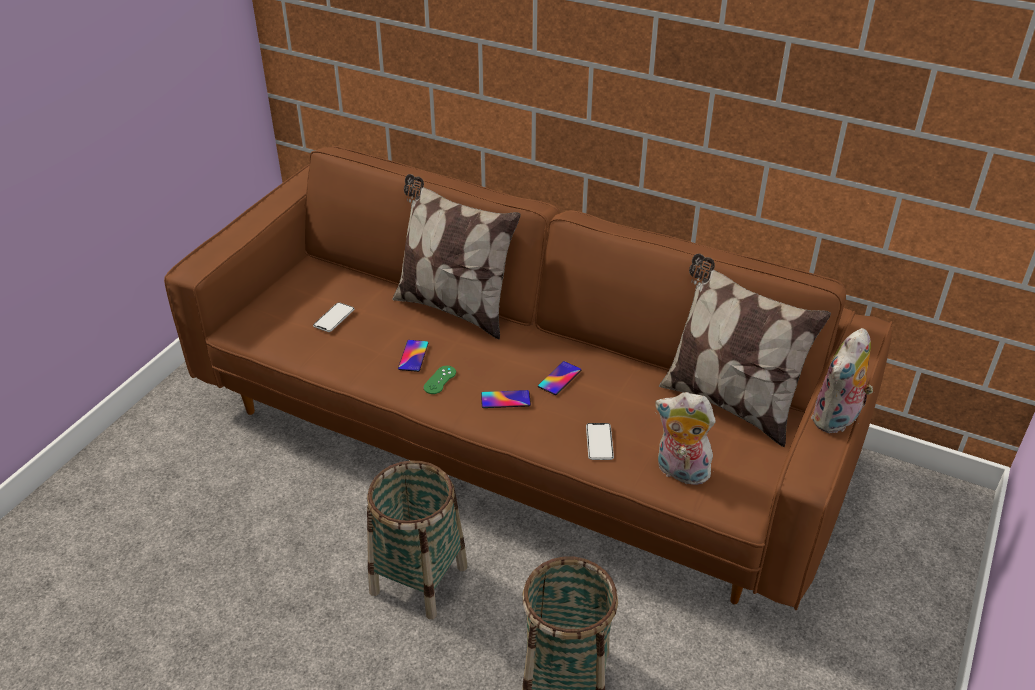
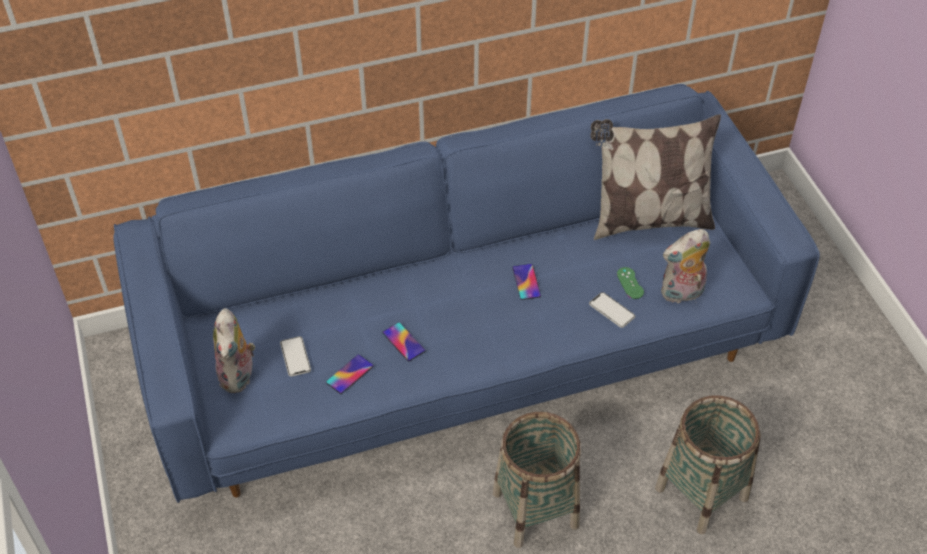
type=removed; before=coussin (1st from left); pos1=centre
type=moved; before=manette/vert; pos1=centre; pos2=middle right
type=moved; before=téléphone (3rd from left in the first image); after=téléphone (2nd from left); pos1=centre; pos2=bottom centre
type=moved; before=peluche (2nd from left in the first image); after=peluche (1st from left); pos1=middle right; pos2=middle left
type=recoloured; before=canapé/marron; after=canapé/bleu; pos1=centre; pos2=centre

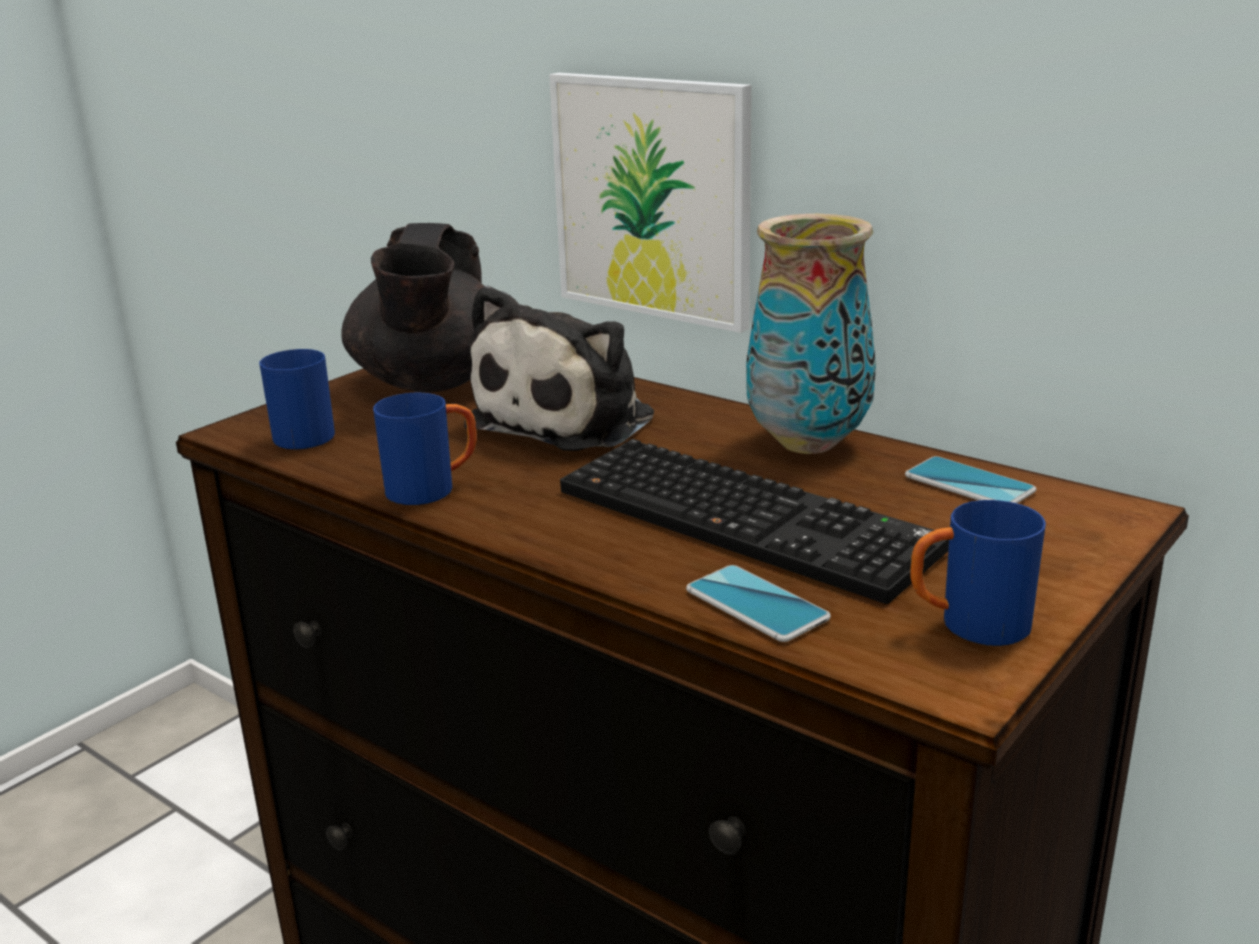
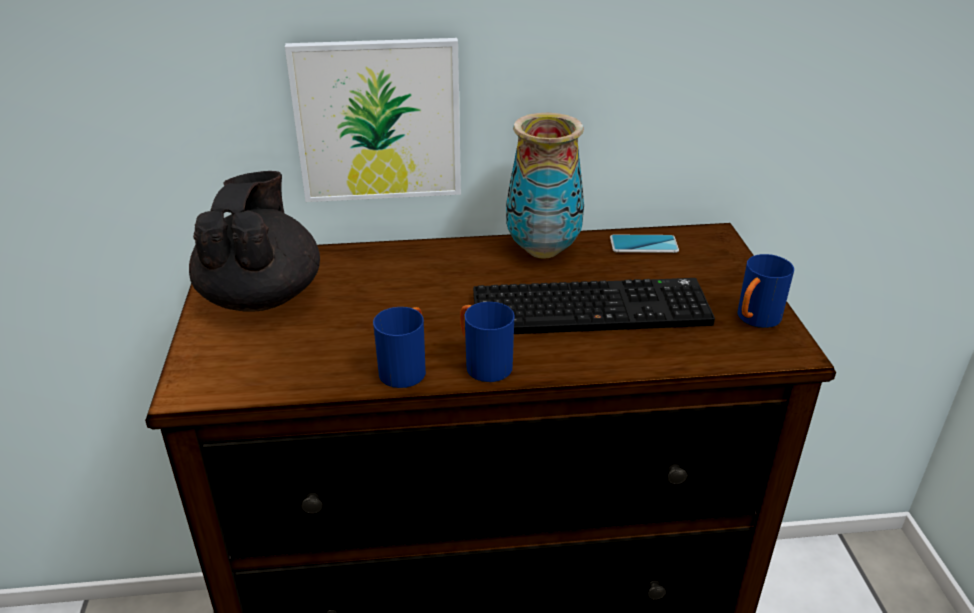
type=removed; before=peluche; pos1=centre
type=removed; before=téléphone (1st from left); pos1=centre
type=moved; before=mug/bleu (1st from left in the first image); after=mug/bleu (2nd from left); pos1=middle left; pos2=centre
type=turned; before=théière/noir; pos1=top left; pos2=middle left; turn=-135

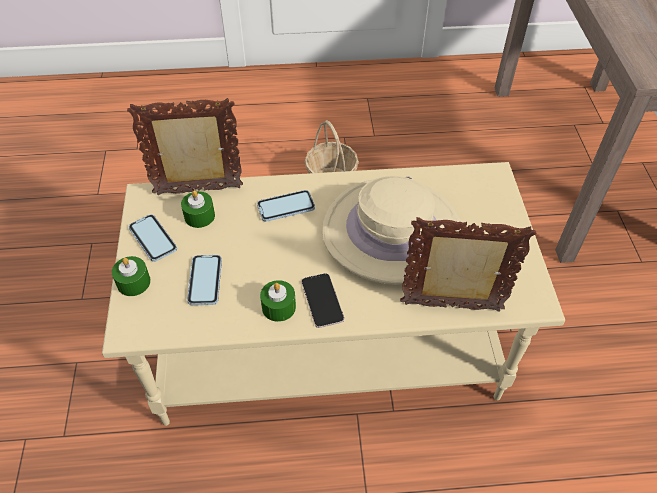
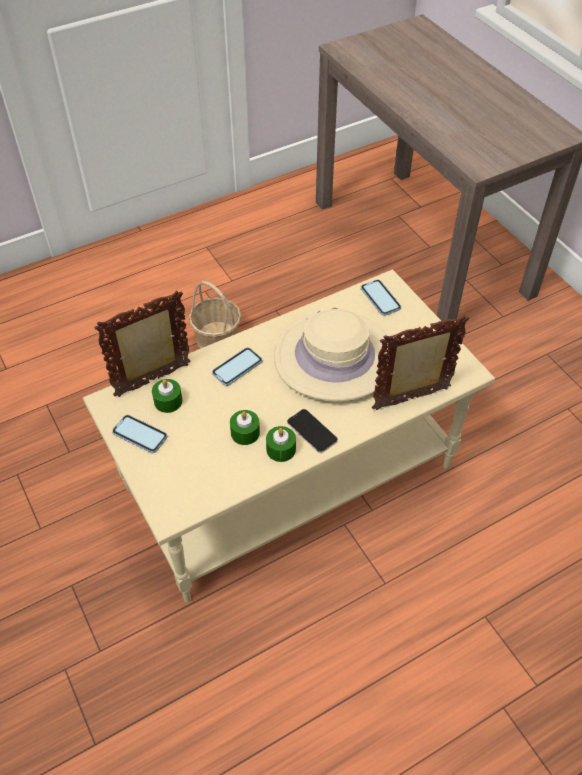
type=moved; before=bougie/vert (1st from left in the first image); after=bougie/vert (2nd from left); pos1=middle left; pos2=centre
type=moved; before=téléphone (2nd from left in the first image); after=téléphone (4th from left); pos1=middle left; pos2=centre

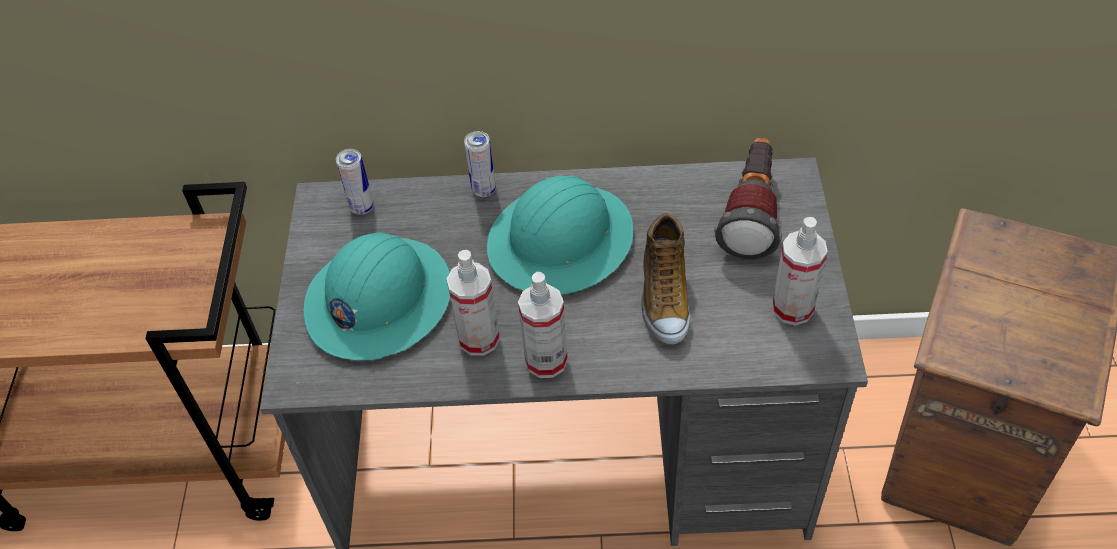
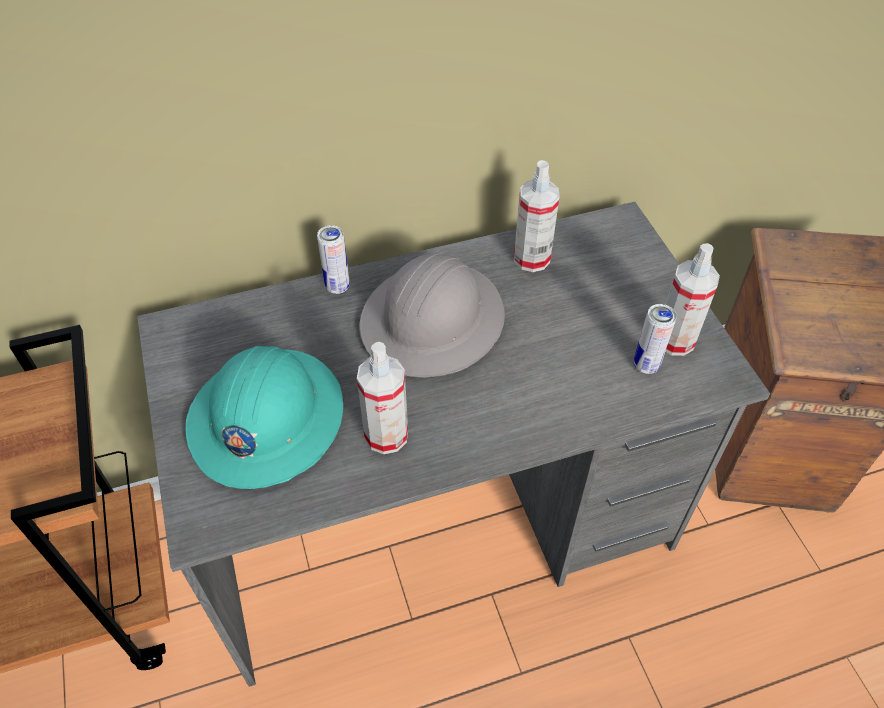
type=removed; before=chaussure; pos1=centre
type=removed; before=lampe de poche; pos1=middle right
type=moved; before=boîte métallique (1st from left in the first image); after=boîte métallique (2nd from left); pos1=top left; pos2=middle right
type=moved; before=vaporisateur (2nd from left); pos1=centre; pos2=top centre
type=recoloured; before=casque de chantier/turquoise (2nd from left); after=casque de chantier/gris; pos1=centre; pos2=centre

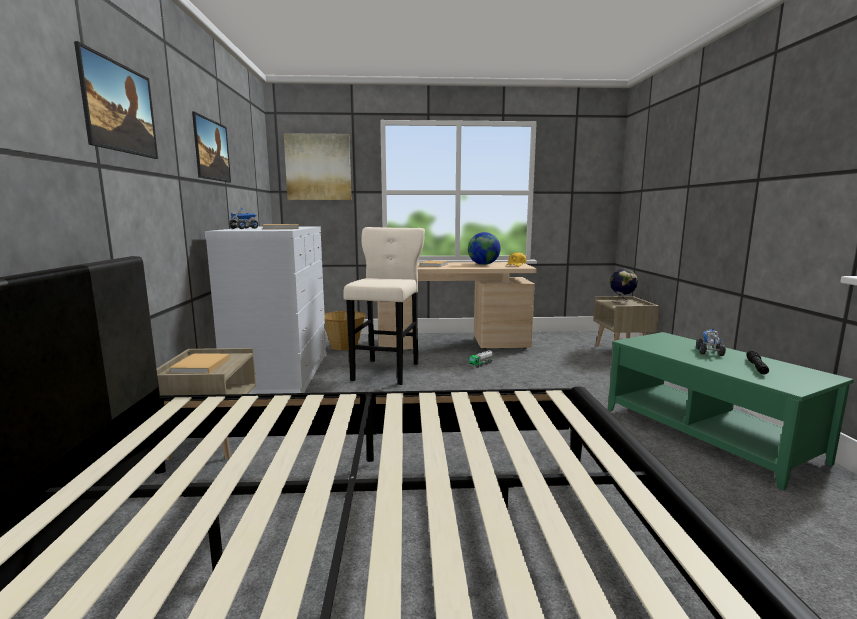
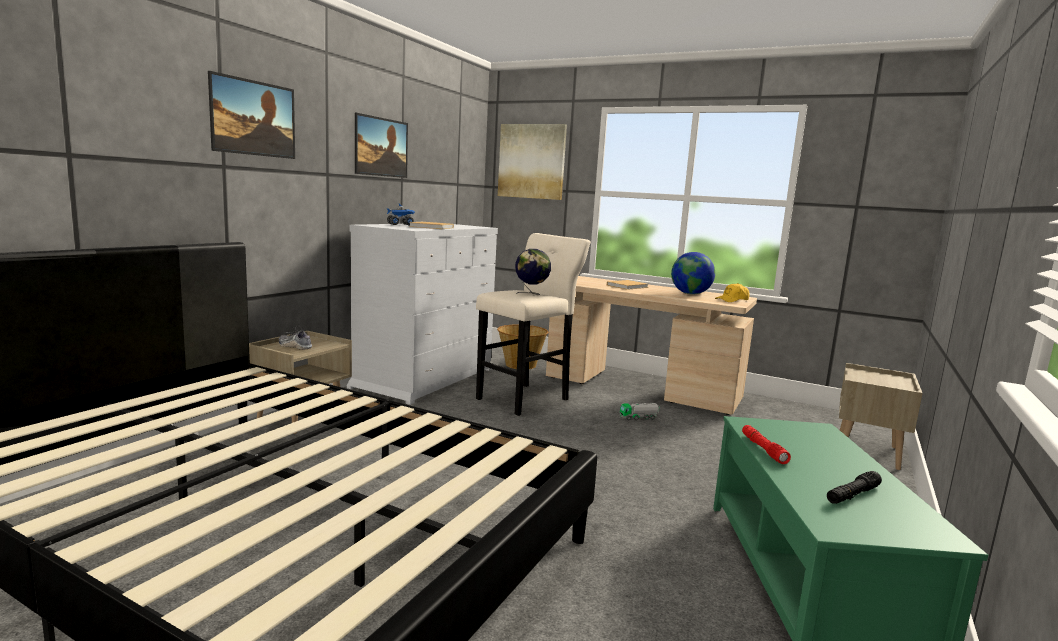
type=removed; before=camion jouet (3rd from left); pos1=middle right
type=added; after=lampe de poche/rouge; pos2=bottom right
type=moved; before=globe (2nd from left in the first image); after=globe (1st from left); pos1=middle right; pos2=centre
type=replaced; before=livre/beige (1st from left); after=chaussure; pos1=middle left; pos2=middle left

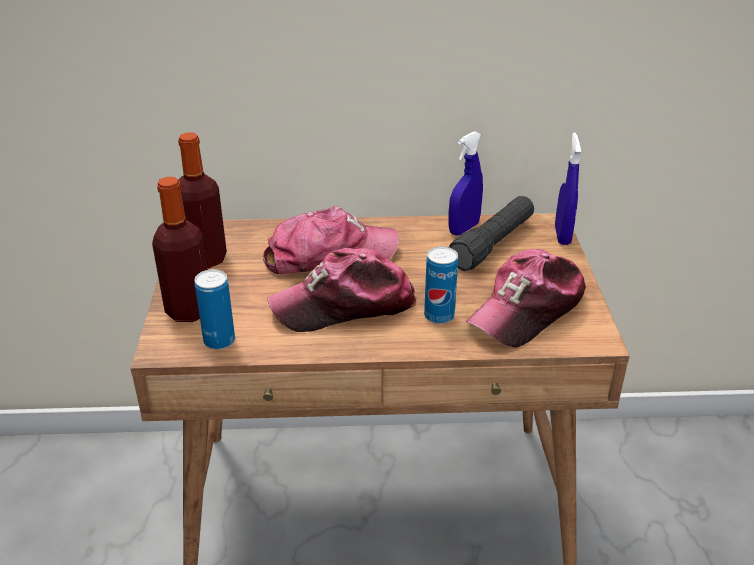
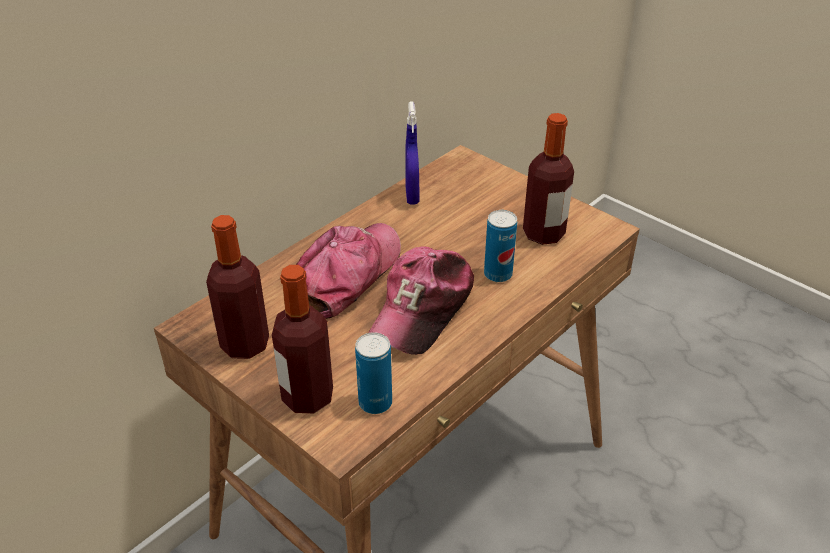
type=removed; before=lampe de poche/noir; pos1=centre
type=removed; before=vaporisateur/bleu (2nd from left); pos1=middle right
type=replaced; before=casquette (3rd from left); after=bouteille (3rd from left); pos1=middle right; pos2=top centre

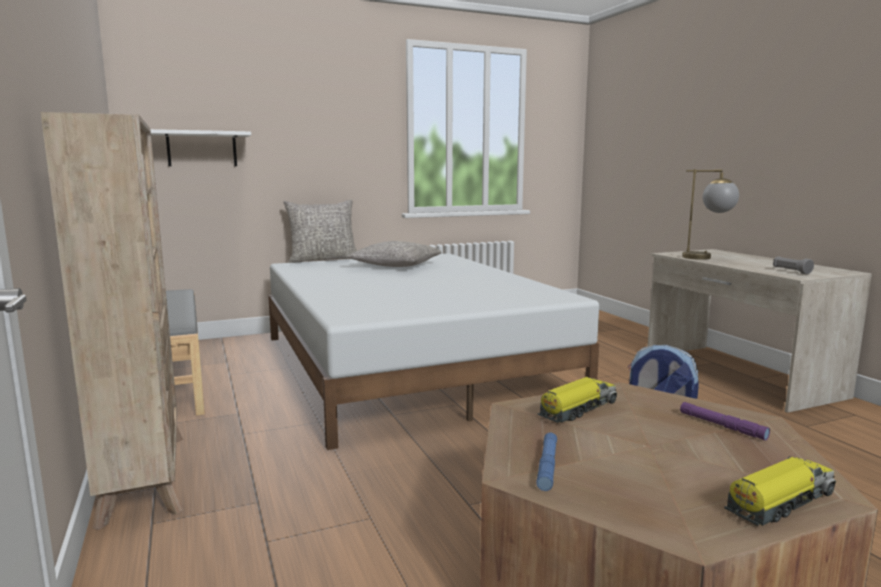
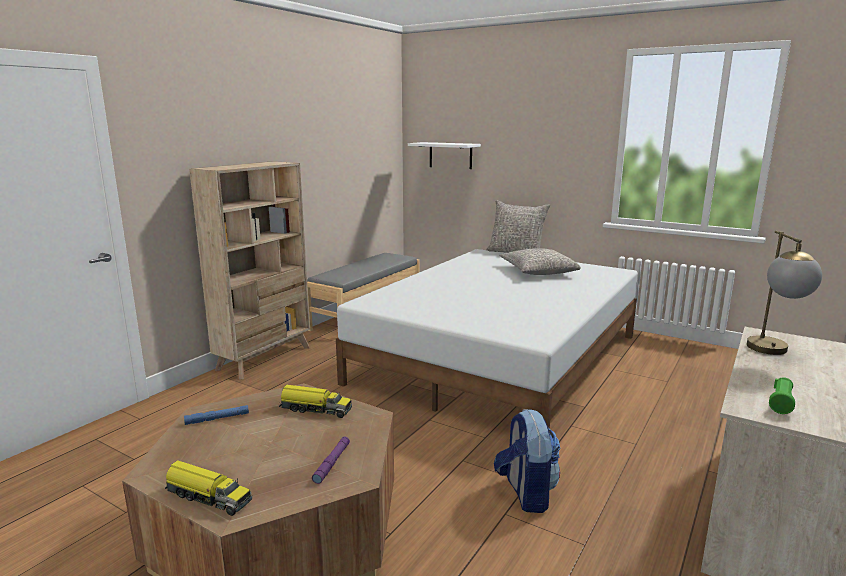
type=recoloured; before=lampe de poche/gris; after=lampe de poche/vert; pos1=middle right; pos2=bottom right

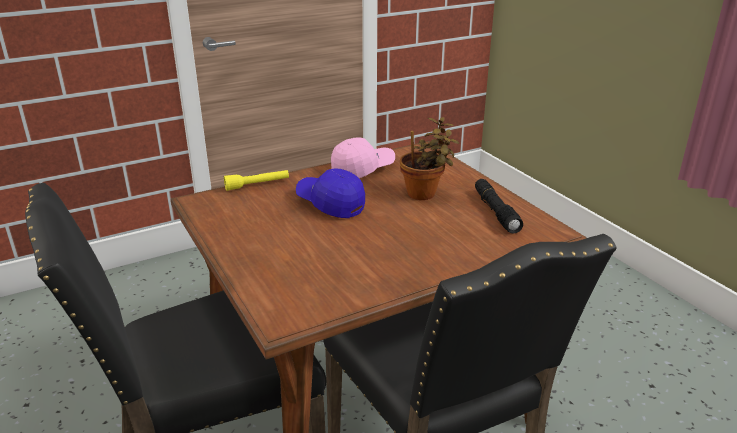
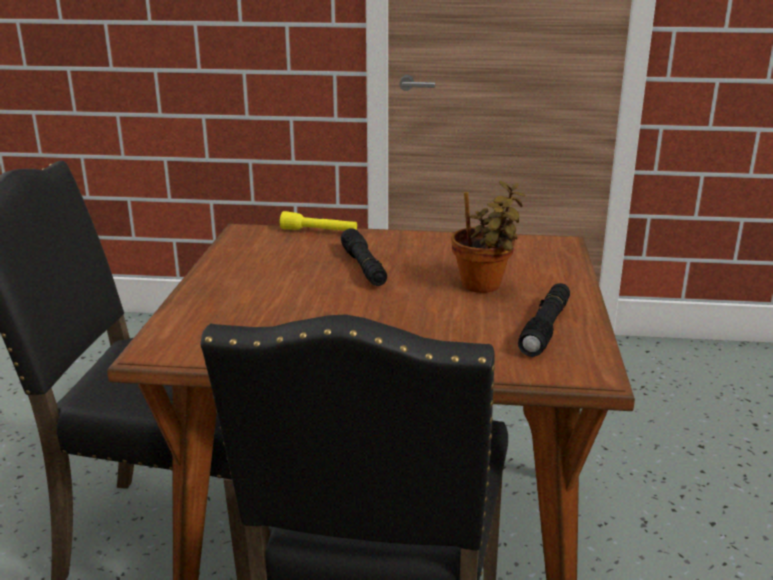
type=removed; before=casquette/rose; pos1=centre
type=replaced; before=casquette/bleu; after=lampe de poche/noir (1st from left); pos1=centre; pos2=centre

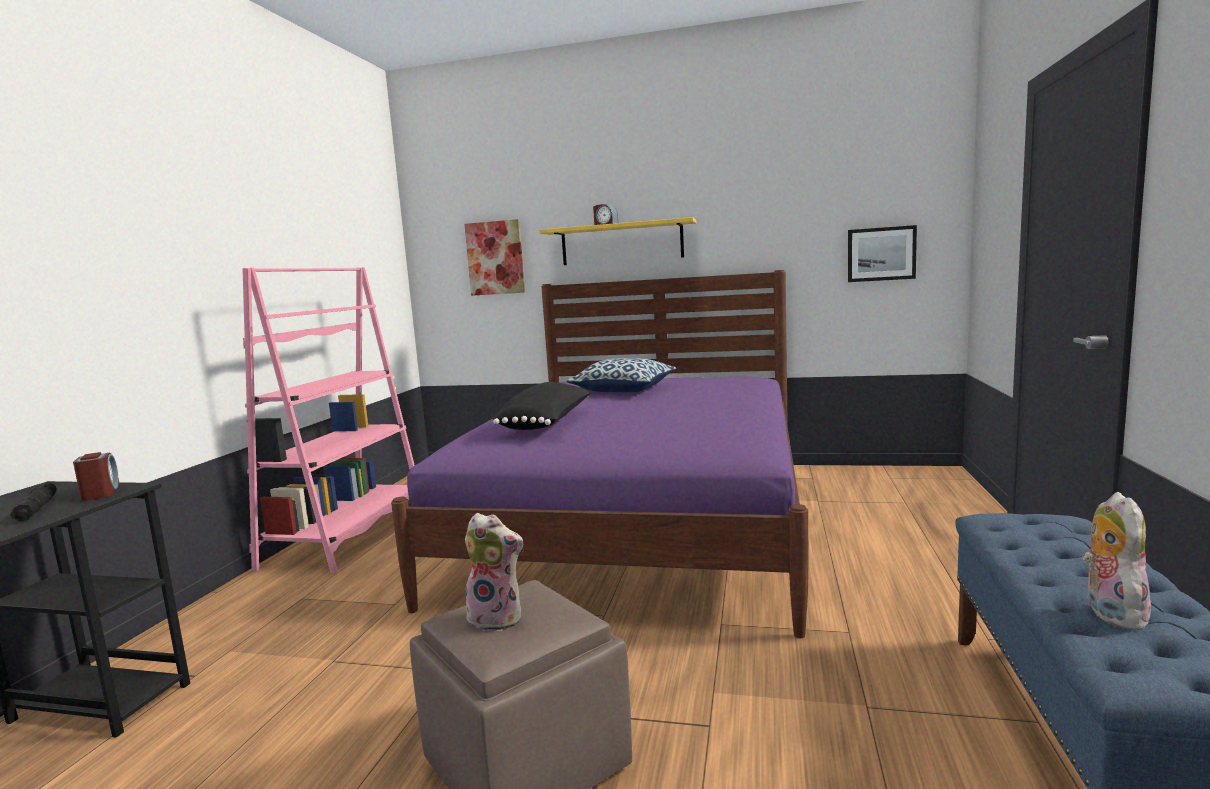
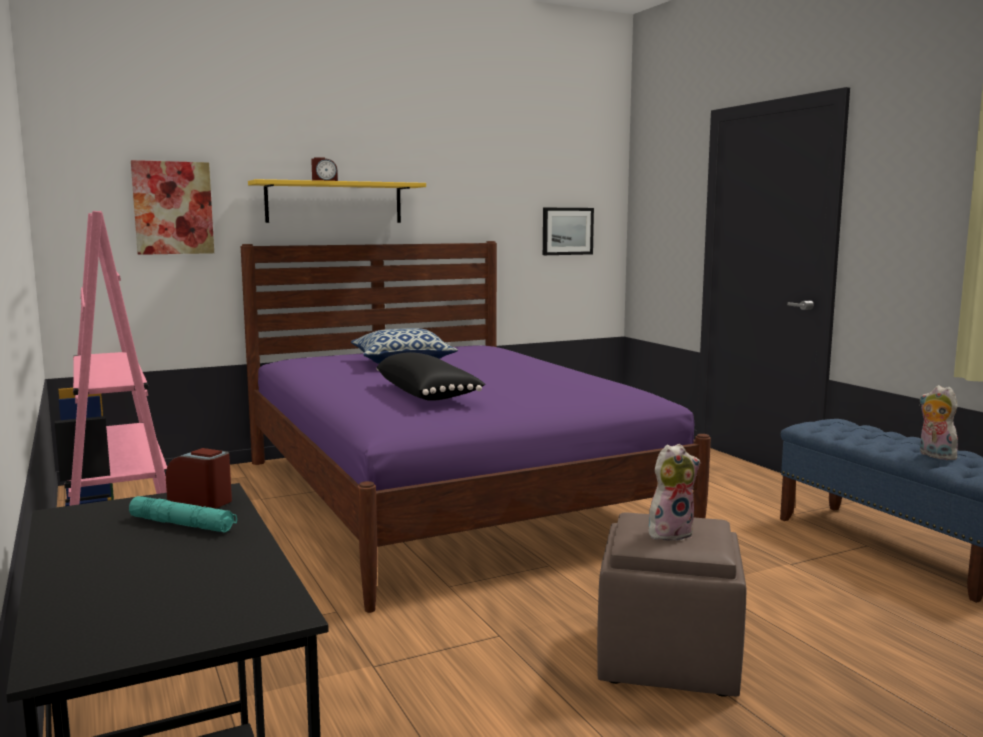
type=recoloured; before=lampe de poche/noir; after=lampe de poche/turquoise; pos1=middle left; pos2=bottom left

